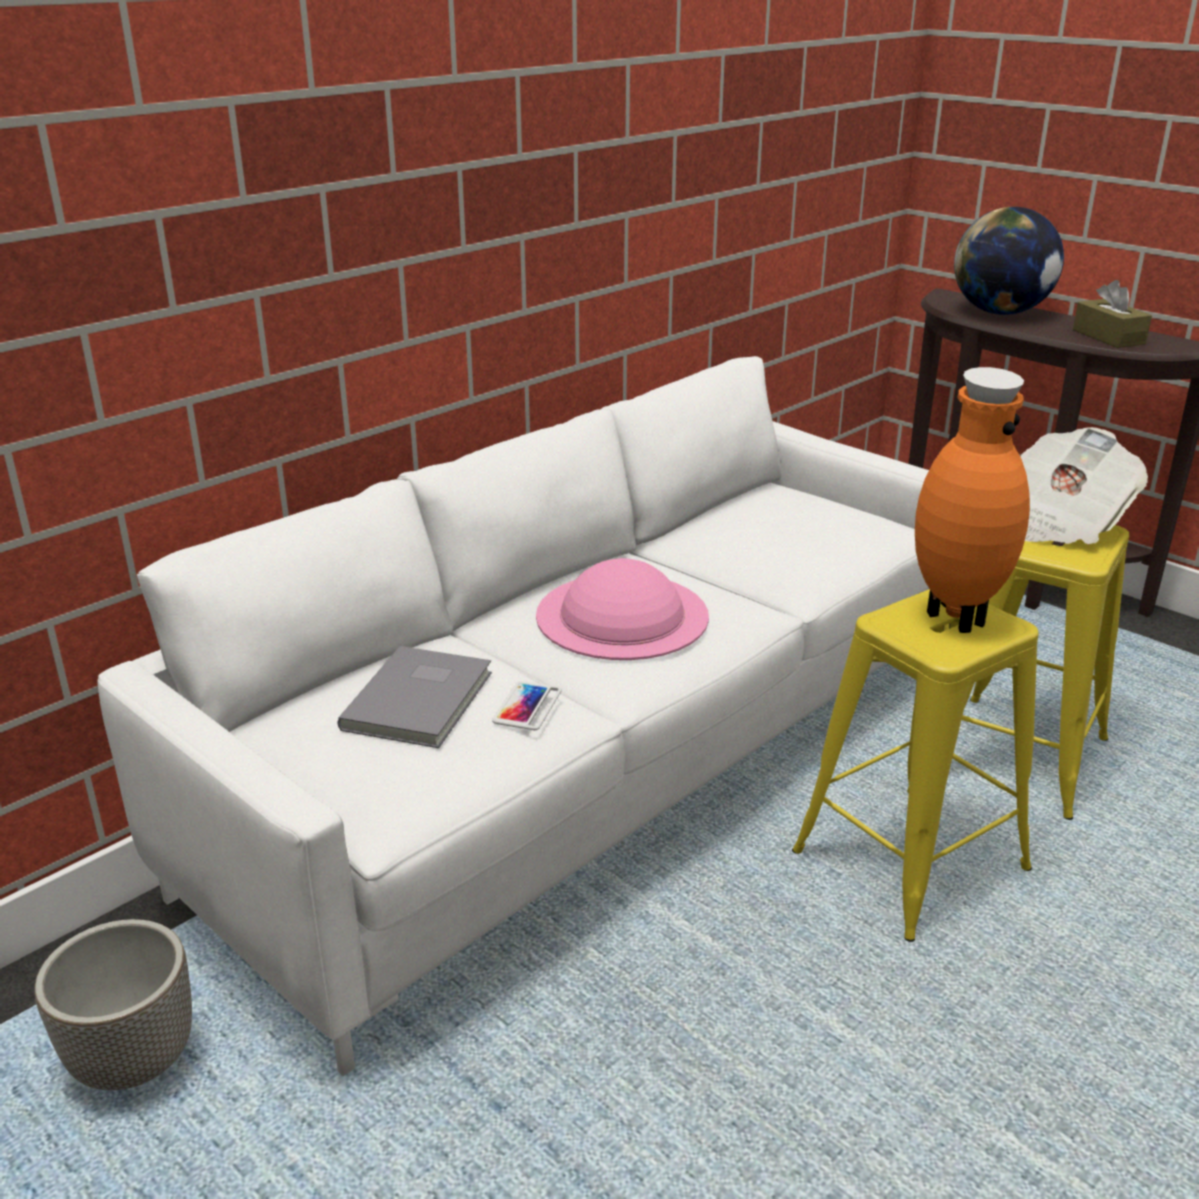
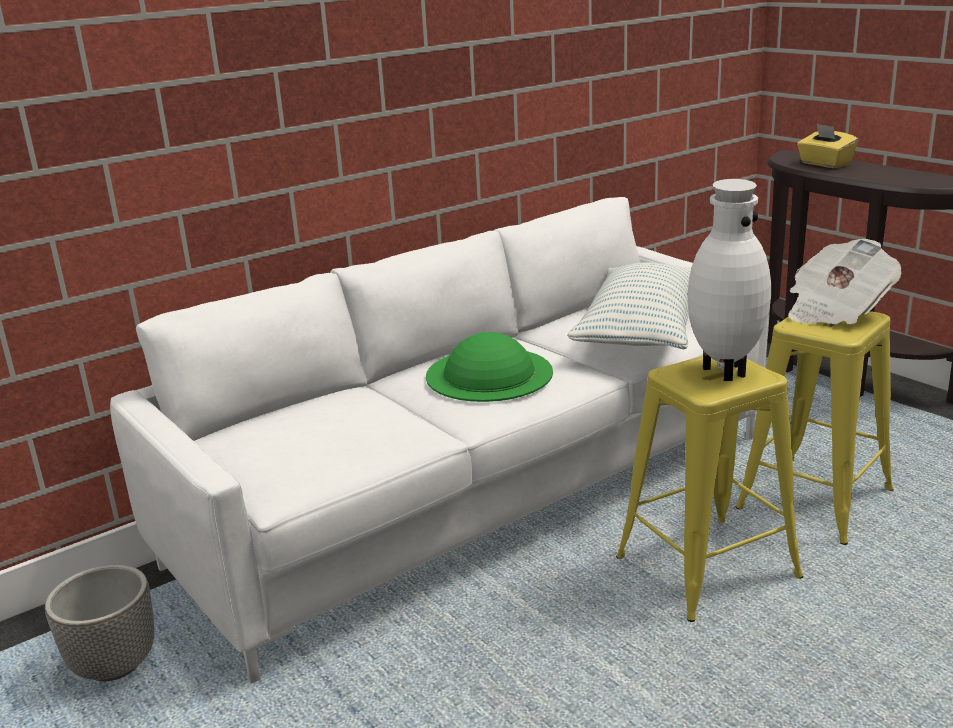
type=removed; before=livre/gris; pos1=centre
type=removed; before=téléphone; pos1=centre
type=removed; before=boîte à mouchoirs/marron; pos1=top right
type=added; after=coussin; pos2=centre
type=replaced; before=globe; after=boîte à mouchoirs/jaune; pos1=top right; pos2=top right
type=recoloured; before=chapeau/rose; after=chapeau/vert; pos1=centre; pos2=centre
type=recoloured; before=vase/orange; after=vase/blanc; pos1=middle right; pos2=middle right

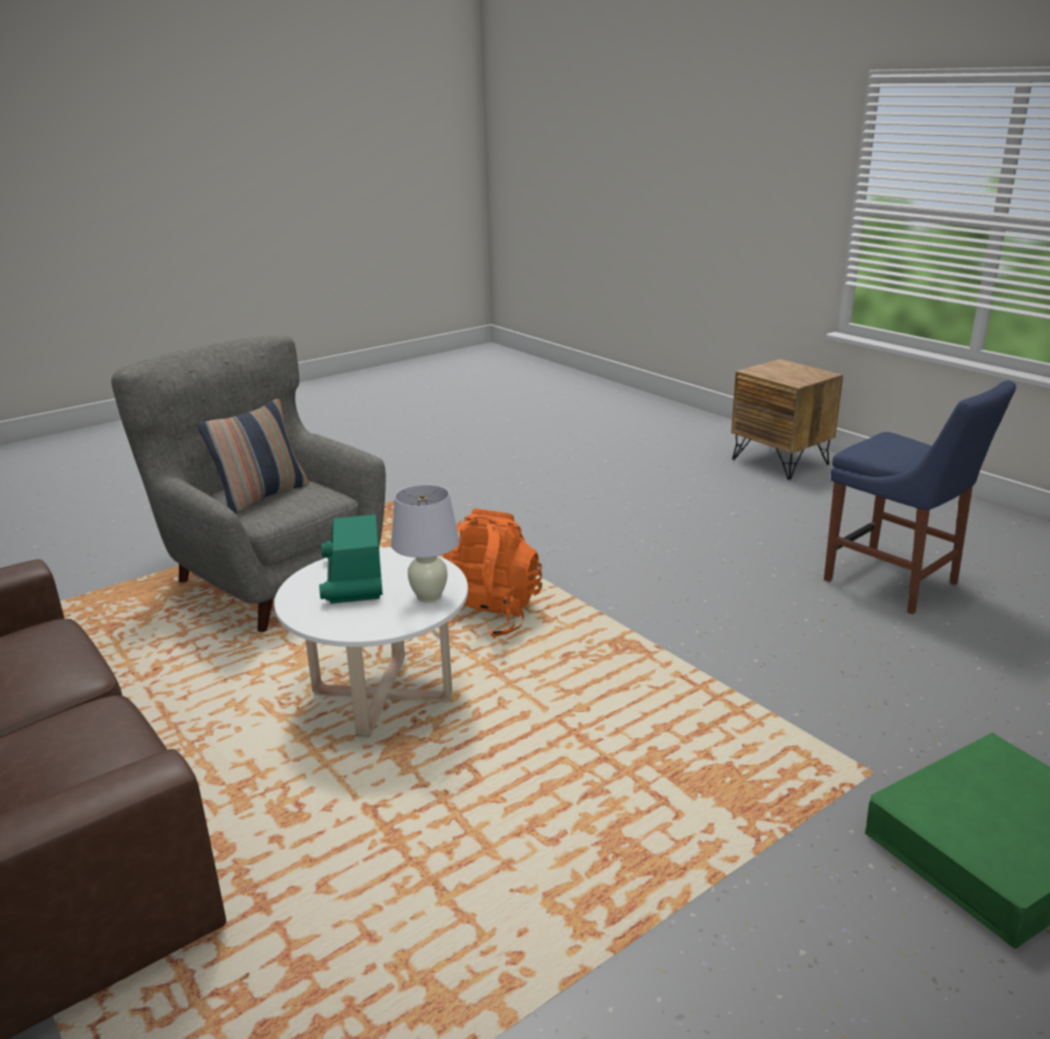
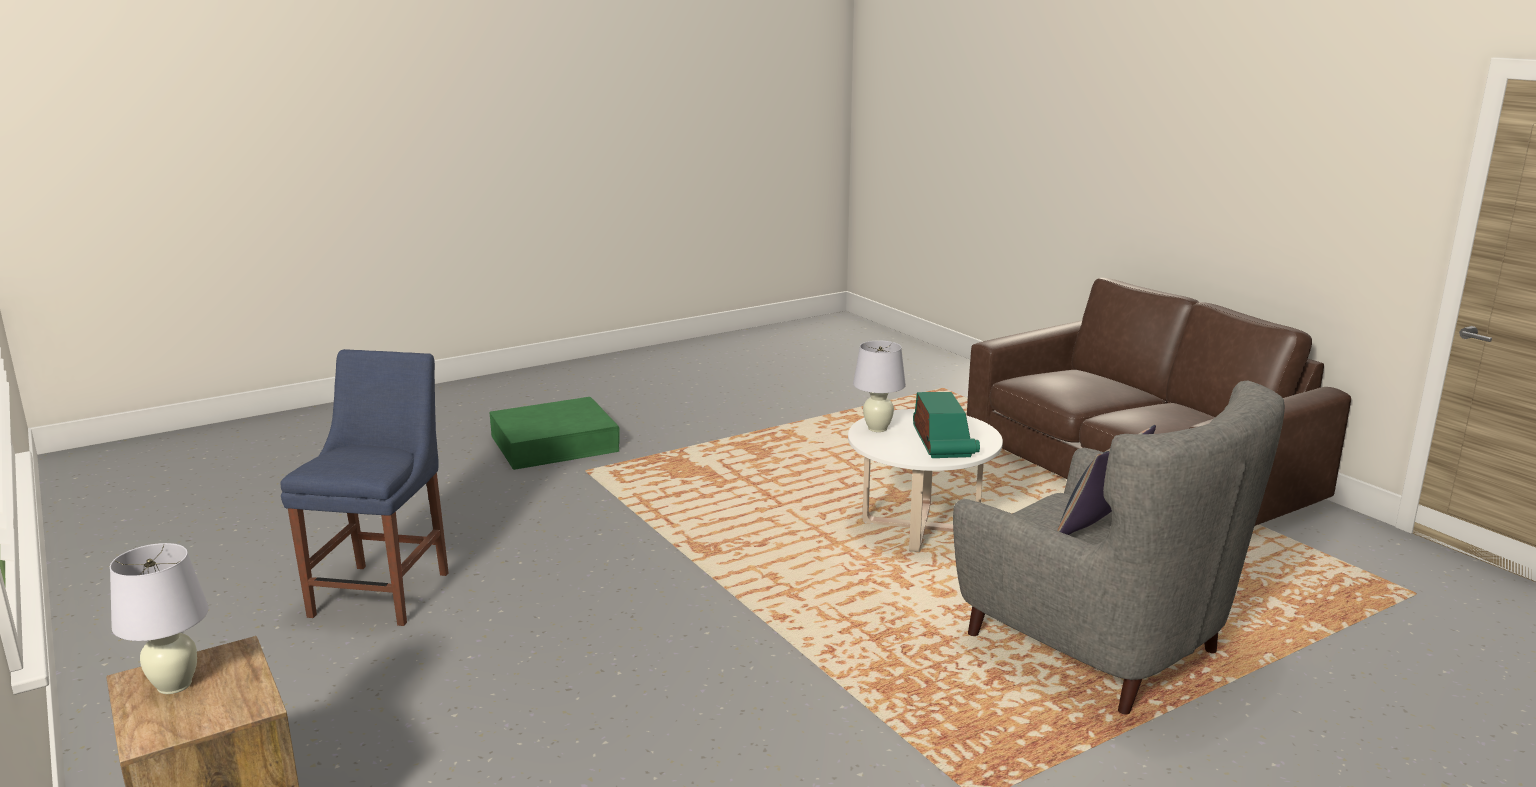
type=removed; before=sac à dos/orange; pos1=centre
type=added; after=lampe de table/blanc (1st from left); pos2=bottom left
type=turned; before=chaise/bleu; pos1=middle right; pos2=middle left; turn=45

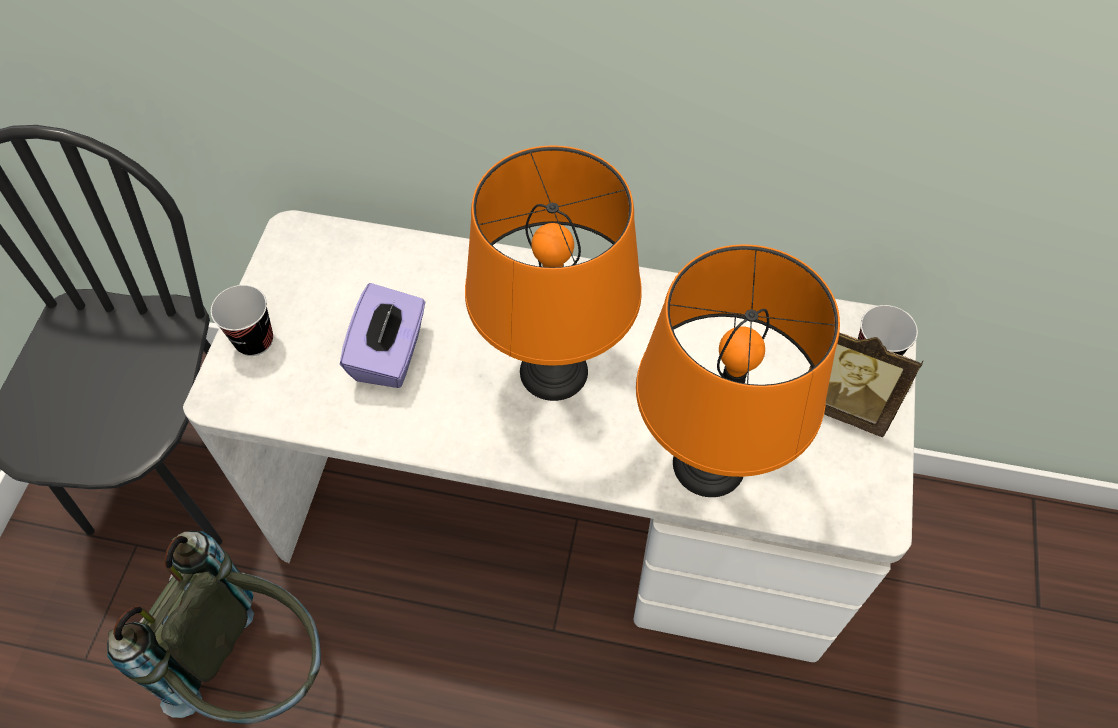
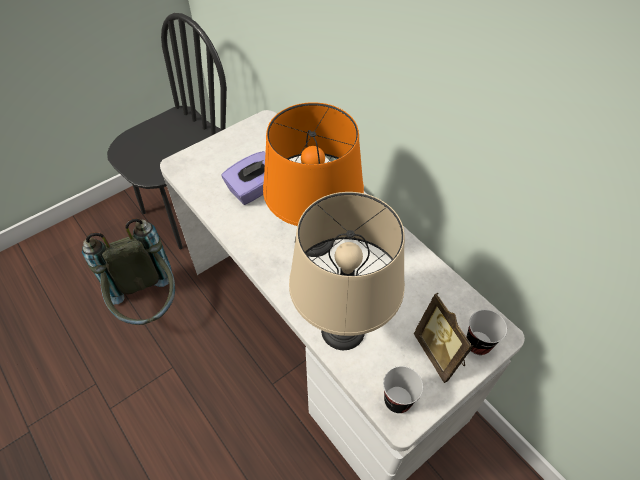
type=moved; before=tasse (1st from left); pos1=middle left; pos2=bottom centre
type=recoloured; before=lampe de table/orange (2nd from left); after=lampe de table/beige; pos1=centre; pos2=centre

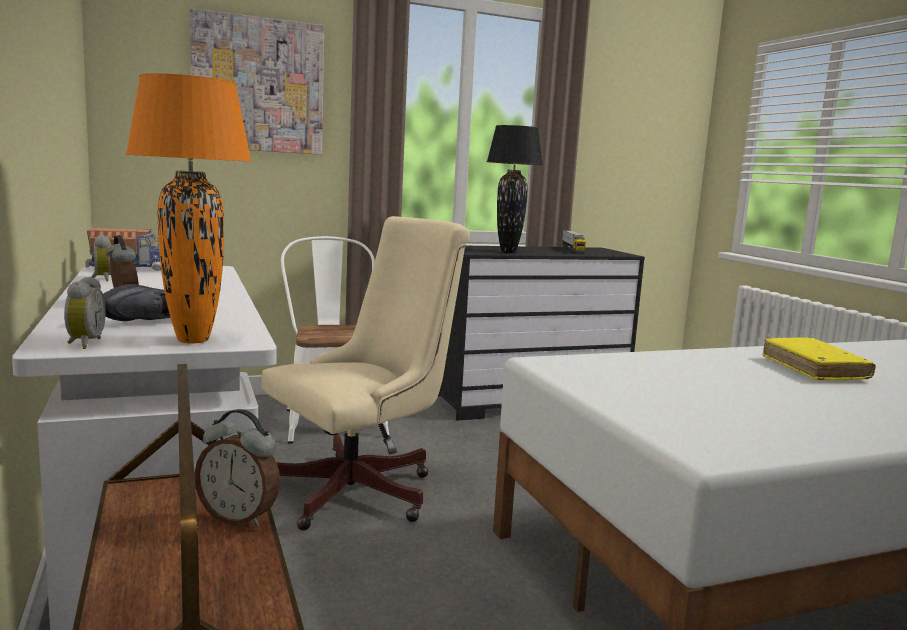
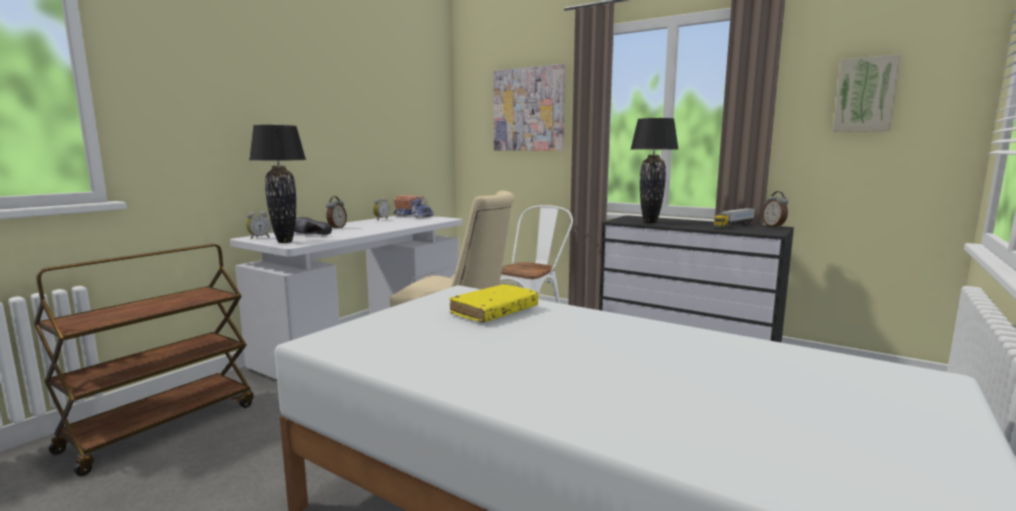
type=added; after=tableau (2nd from left); pos2=top right
type=moved; before=réveil (4th from left); pos1=bottom left; pos2=middle right
type=moved; before=livre/jaune; pos1=middle right; pos2=centre
type=recoloured; before=lampe de table/orange; after=lampe de table/noir (1st from left); pos1=top left; pos2=middle left

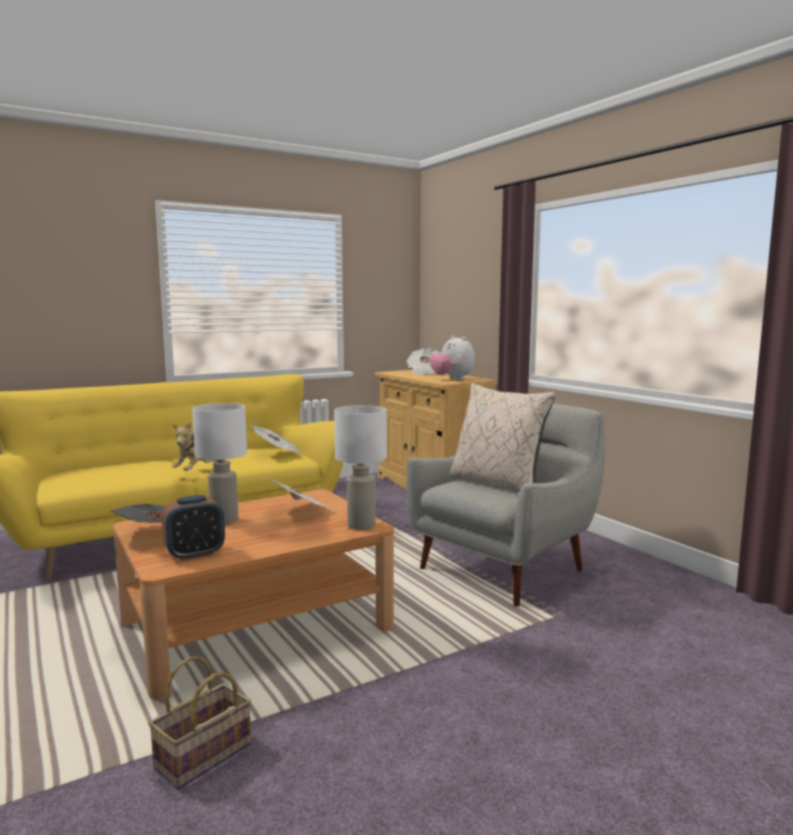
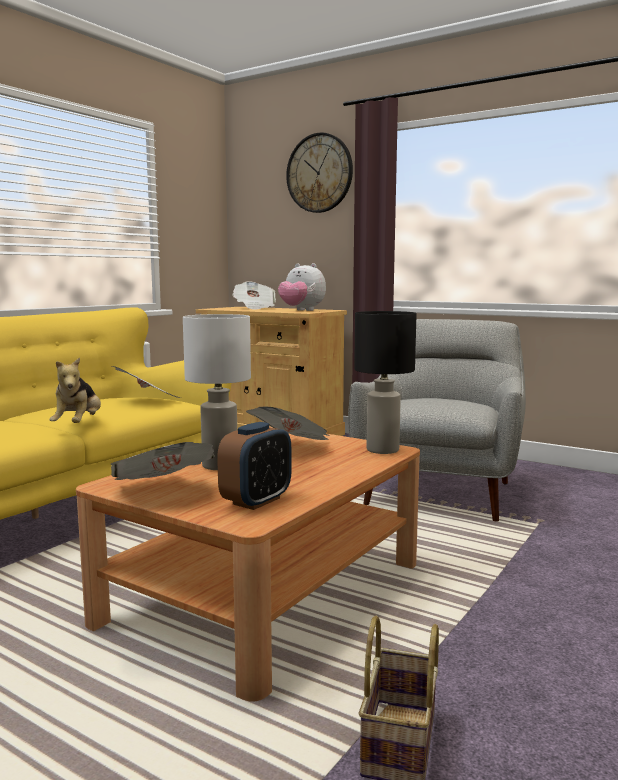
type=removed; before=coussin/beige; pos1=centre
type=added; after=horloge murale; pos2=top centre
type=recoloured; before=lampe de table/blanc (2nd from left); after=lampe de table/noir; pos1=centre; pos2=centre

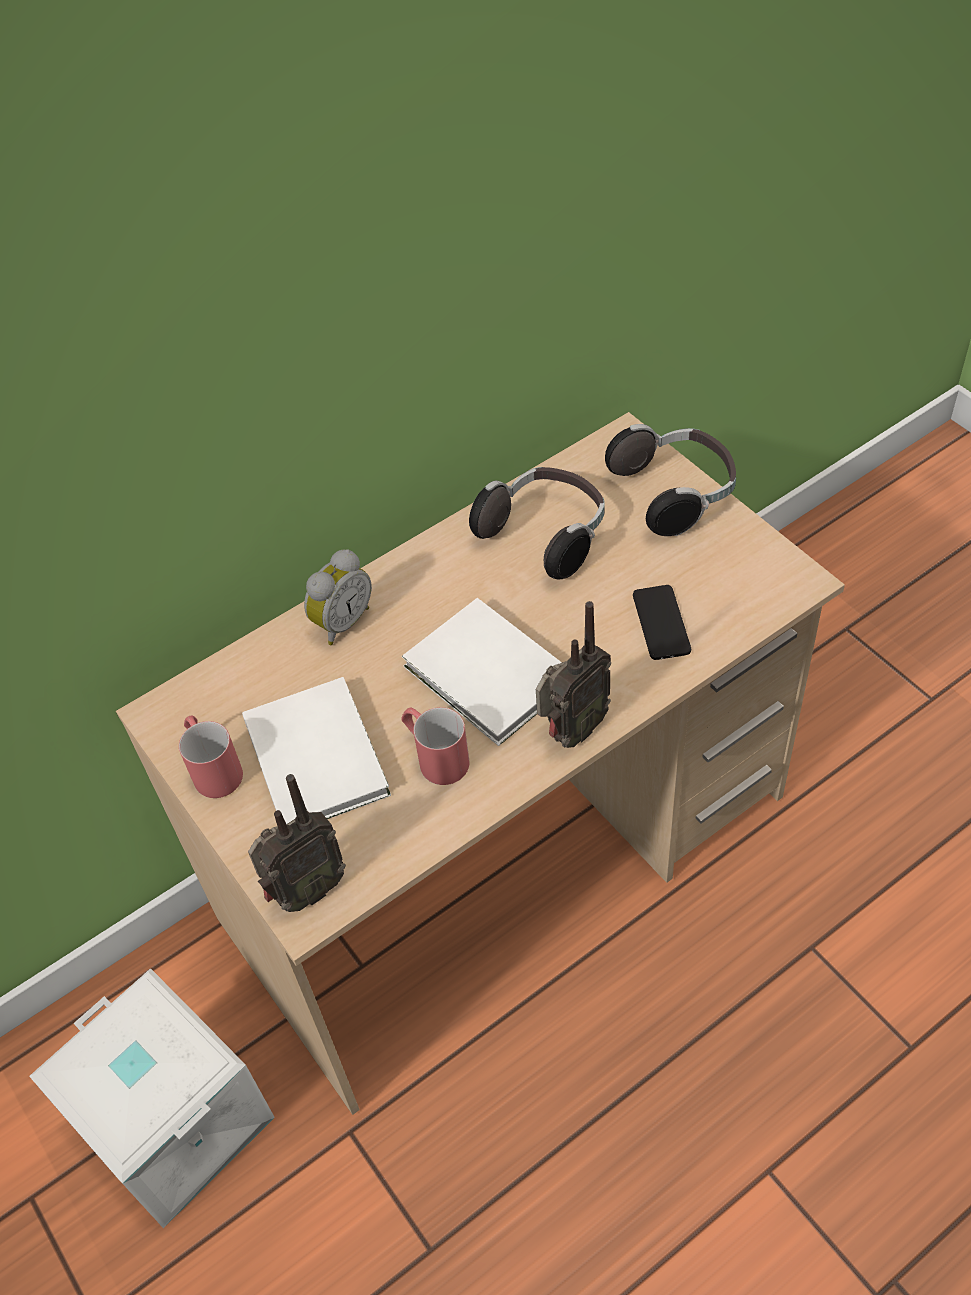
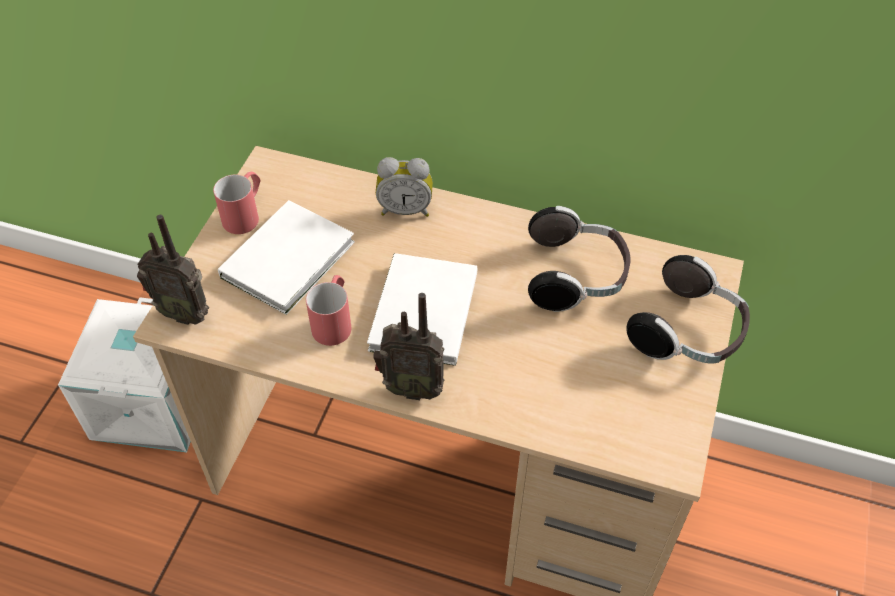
type=removed; before=téléphone; pos1=middle right

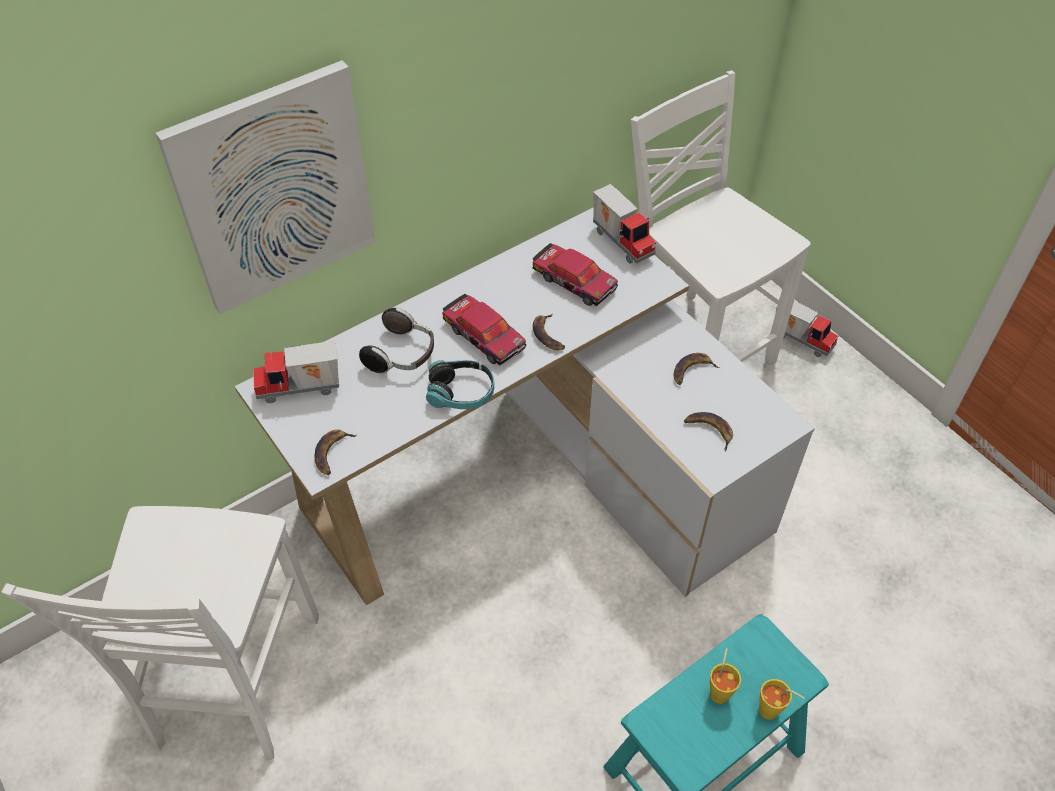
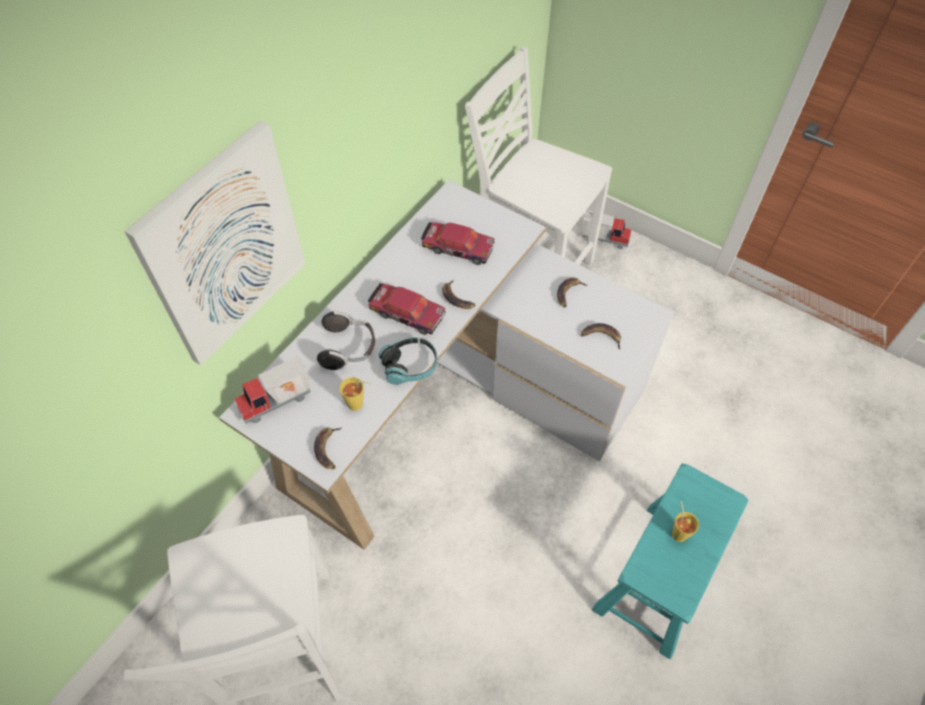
type=removed; before=camion jouet (2nd from left); pos1=top centre
type=moved; before=tasse/jaune (2nd from left in the first image); after=tasse/jaune (1st from left); pos1=bottom right; pos2=centre

